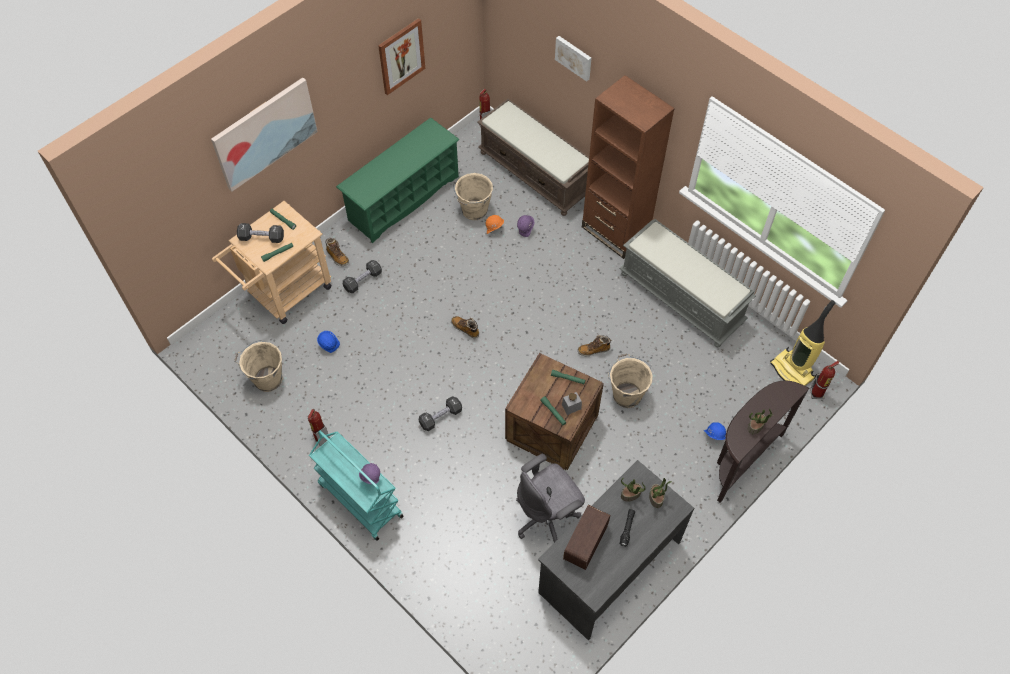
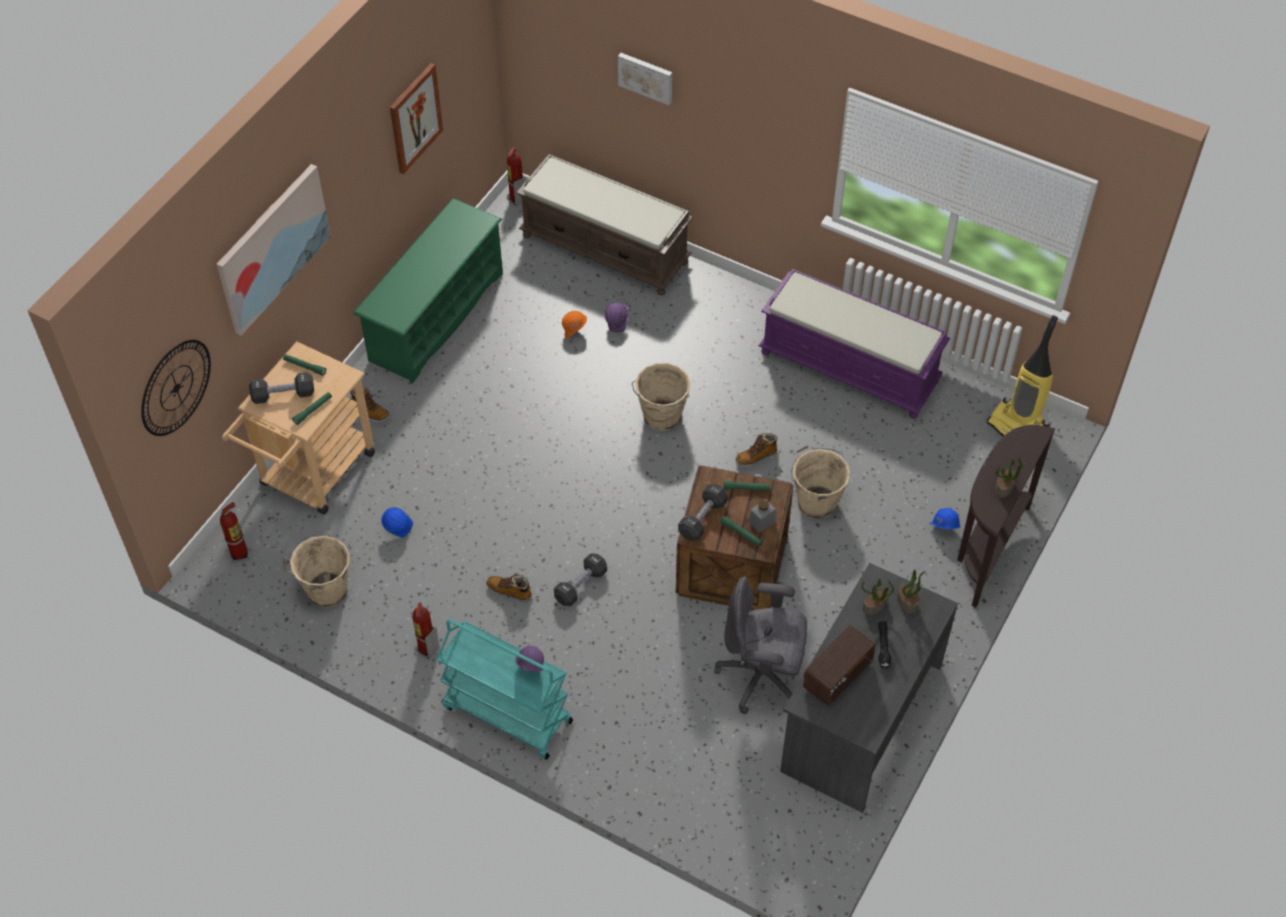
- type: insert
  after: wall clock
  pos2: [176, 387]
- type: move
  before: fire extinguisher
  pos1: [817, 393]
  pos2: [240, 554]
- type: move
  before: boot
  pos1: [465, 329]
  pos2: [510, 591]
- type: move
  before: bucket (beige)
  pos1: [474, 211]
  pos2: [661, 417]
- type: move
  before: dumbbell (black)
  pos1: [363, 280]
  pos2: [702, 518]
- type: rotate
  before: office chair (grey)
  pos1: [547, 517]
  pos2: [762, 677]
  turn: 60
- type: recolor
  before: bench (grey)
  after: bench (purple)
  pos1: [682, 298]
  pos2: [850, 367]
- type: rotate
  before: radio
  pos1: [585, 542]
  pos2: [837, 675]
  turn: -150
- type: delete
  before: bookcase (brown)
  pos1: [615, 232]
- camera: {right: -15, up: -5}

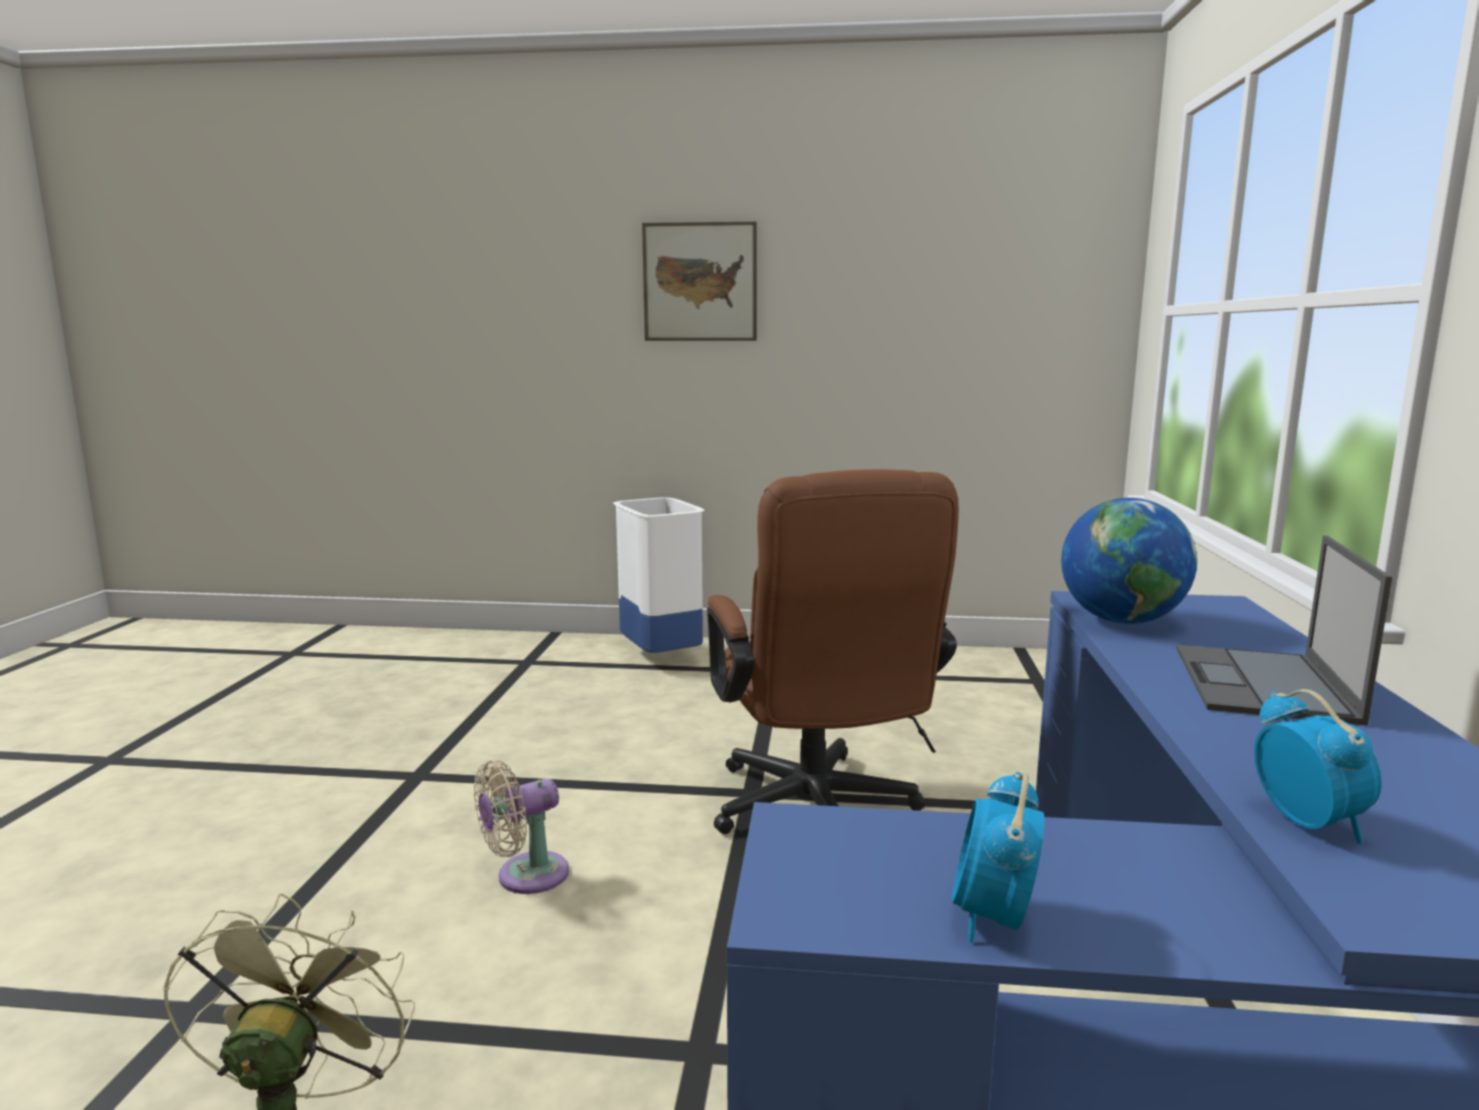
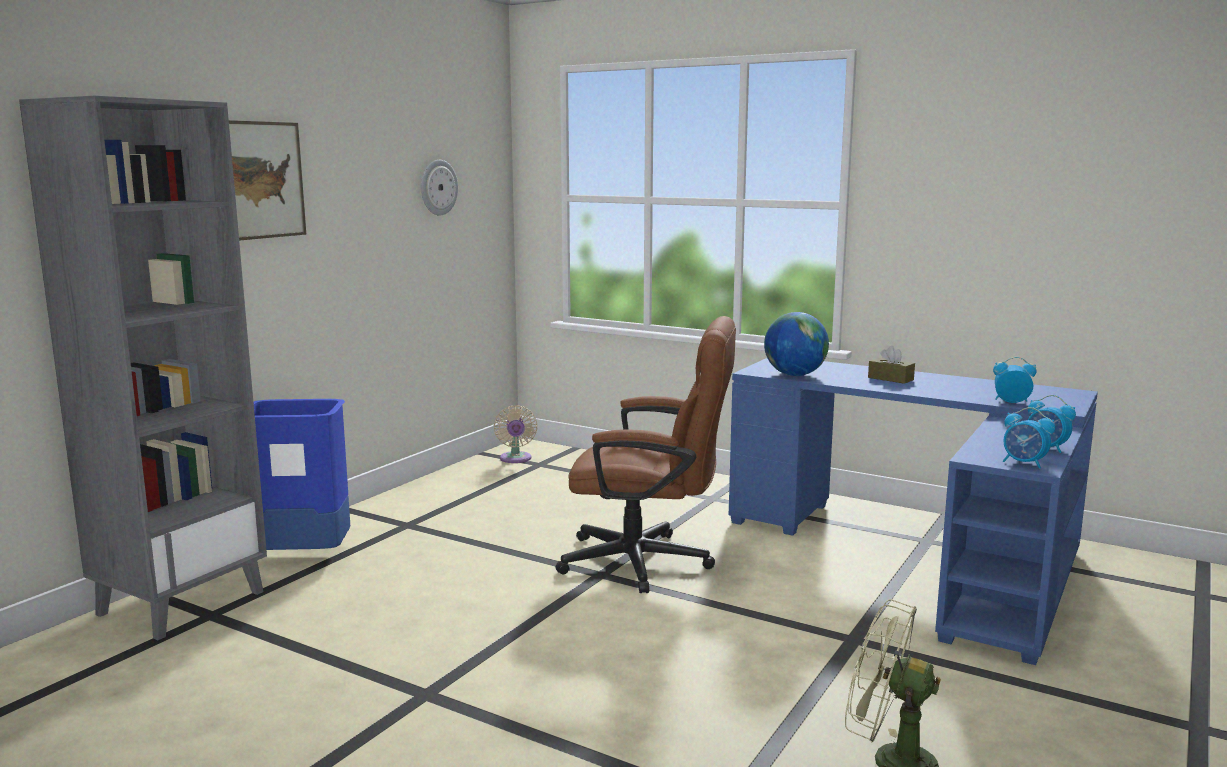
- type: insert
  after: bookcase (grey)
  pos2: [182, 602]
- type: recolor
  before: trash can (white)
  after: trash can (blue)
  pos1: [661, 656]
  pos2: [303, 556]
- type: insert
  after: wall clock
  pos2: [438, 187]
- type: move
  before: fan (beige)
  pos1: [525, 876]
  pos2: [515, 459]
- type: replace
  before: laptop
  after: tissue box (brown)
  pos1: [1264, 685]
  pos2: [890, 379]
- type: insert
  after: alarm clock
  pos2: [1024, 463]
- camera: {right: -65, up: 0}

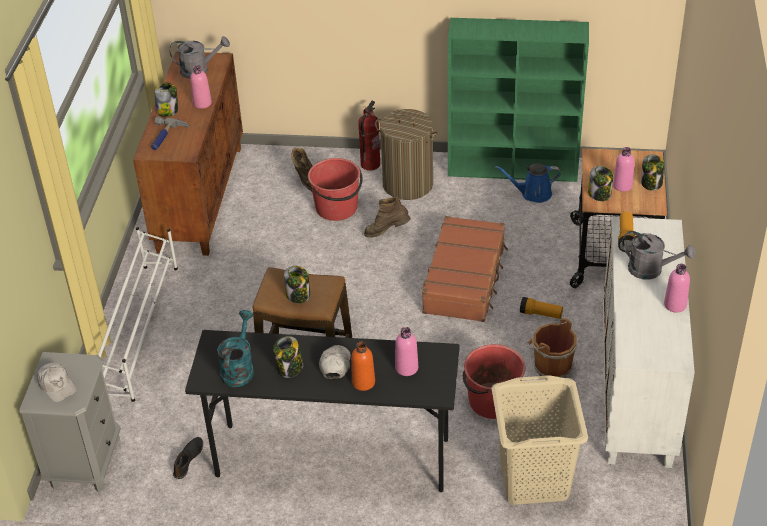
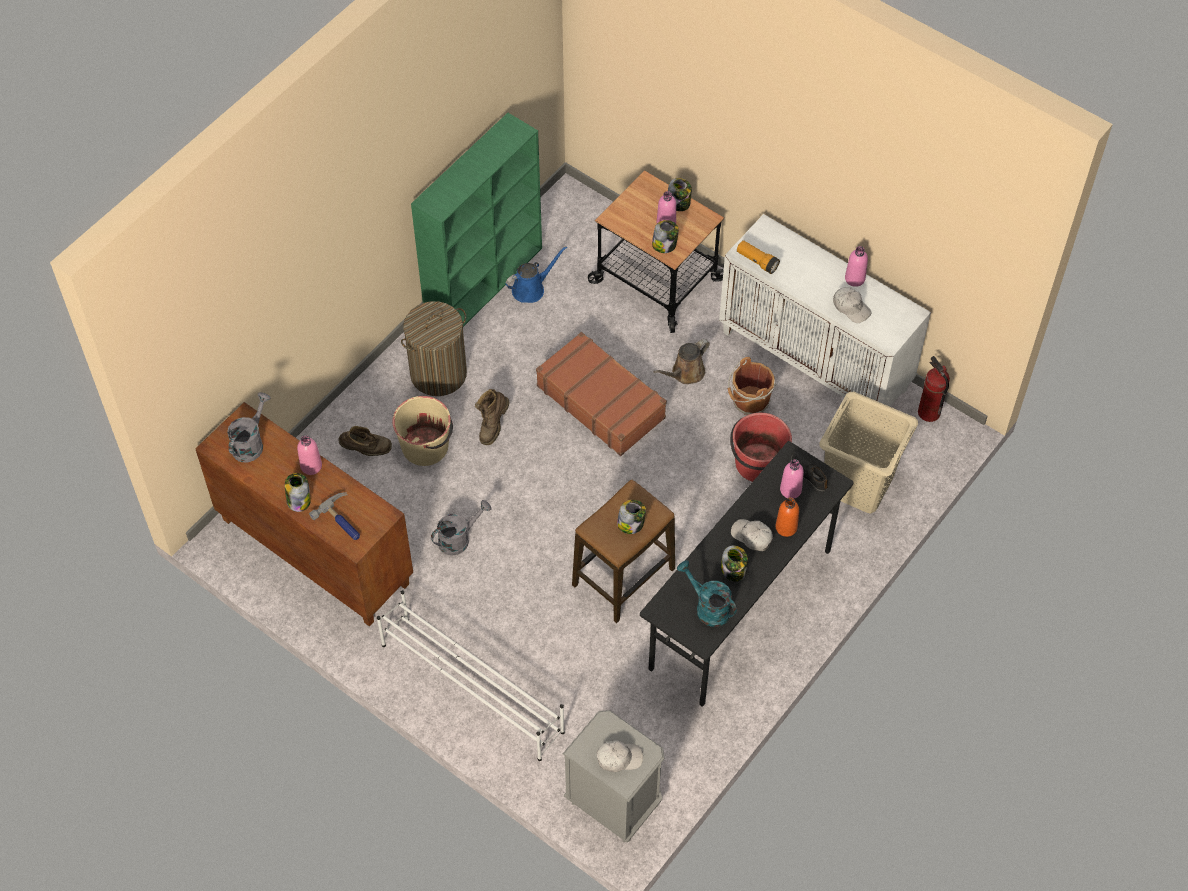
- type: recolor
  before: bucket (red)
  after: bucket (beige)
  pos1: [337, 208]
  pos2: [426, 446]
- type: move
  before: watering can (grey)
  pos1: [651, 270]
  pos2: [459, 538]
- type: rotate
  before: watering can (blue)
  pos1: [533, 194]
  pos2: [531, 289]
  turn: -150
- type: replace
  before: flashlight
  after: watering can (brown)
  pos1: [540, 314]
  pos2: [685, 373]
- type: move
  before: shoe (black)
  pos1: [188, 460]
  pos2: [808, 473]
- type: insert
  after: cap (white)
  pos2: [851, 307]
- type: move
  before: fire extinguisher
  pos1: [370, 164]
  pos2: [928, 412]
- camera: {right: -60, up: 15}

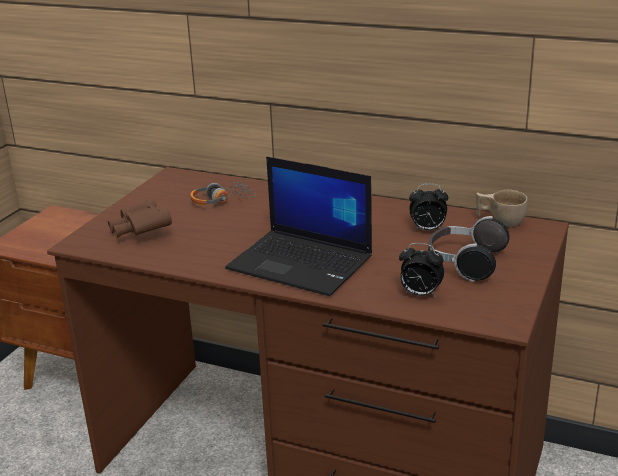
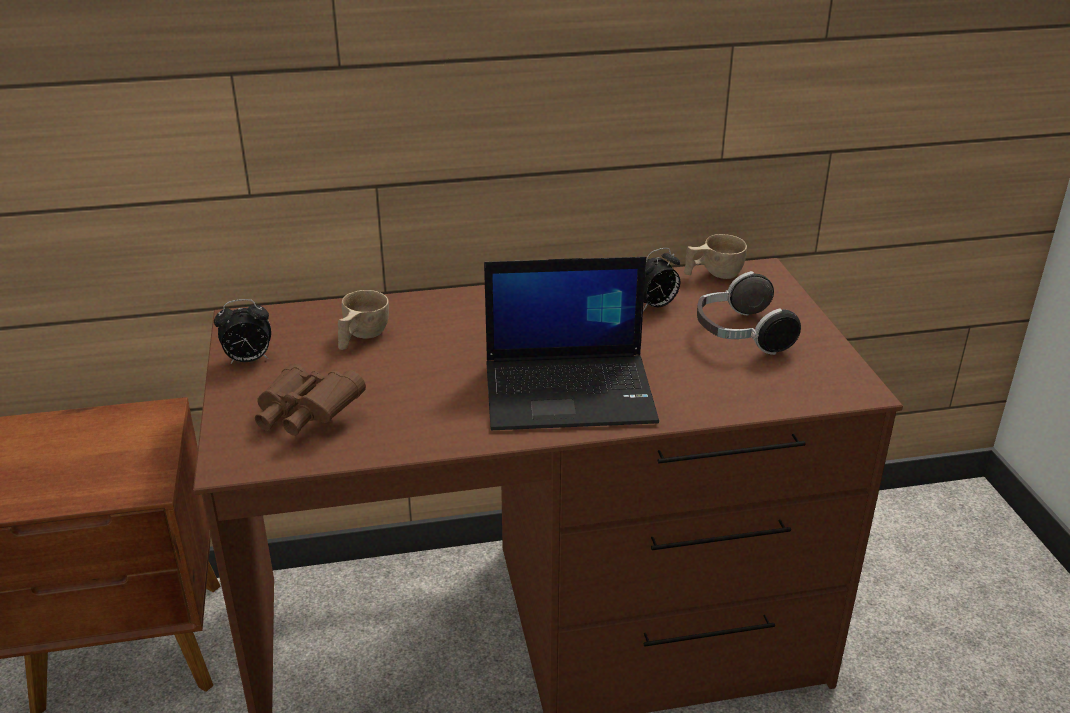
- type: move
  before: alarm clock
  pos1: [420, 294]
  pos2: [248, 360]
- type: replace
  before: headphones
  after: cup (beige)
  pos1: [222, 200]
  pos2: [361, 337]
- camera: {right: -35, up: 5}

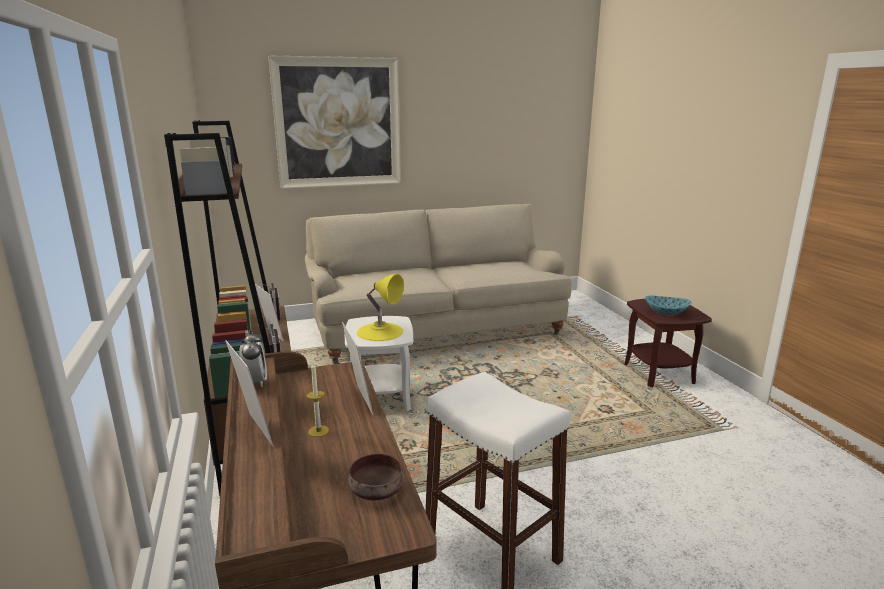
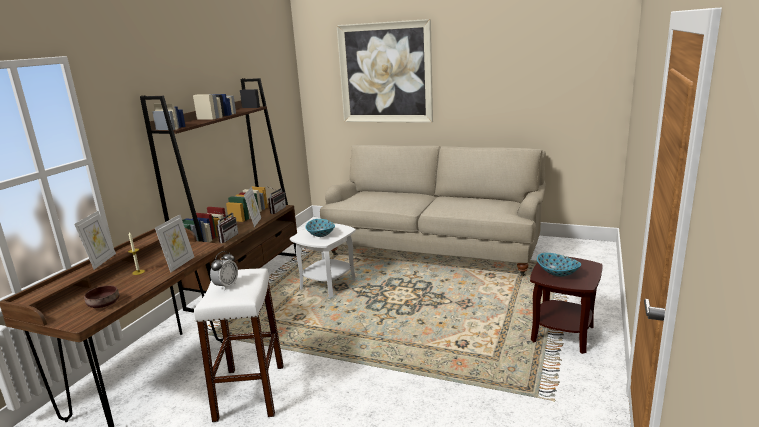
- type: move
  before: alarm clock
  pos1: [255, 382]
  pos2: [226, 286]
- type: replace
  before: table lamp (yellow)
  after: bowl
  pos1: [380, 331]
  pos2: [321, 234]
- camera: {right: 40, up: 0}

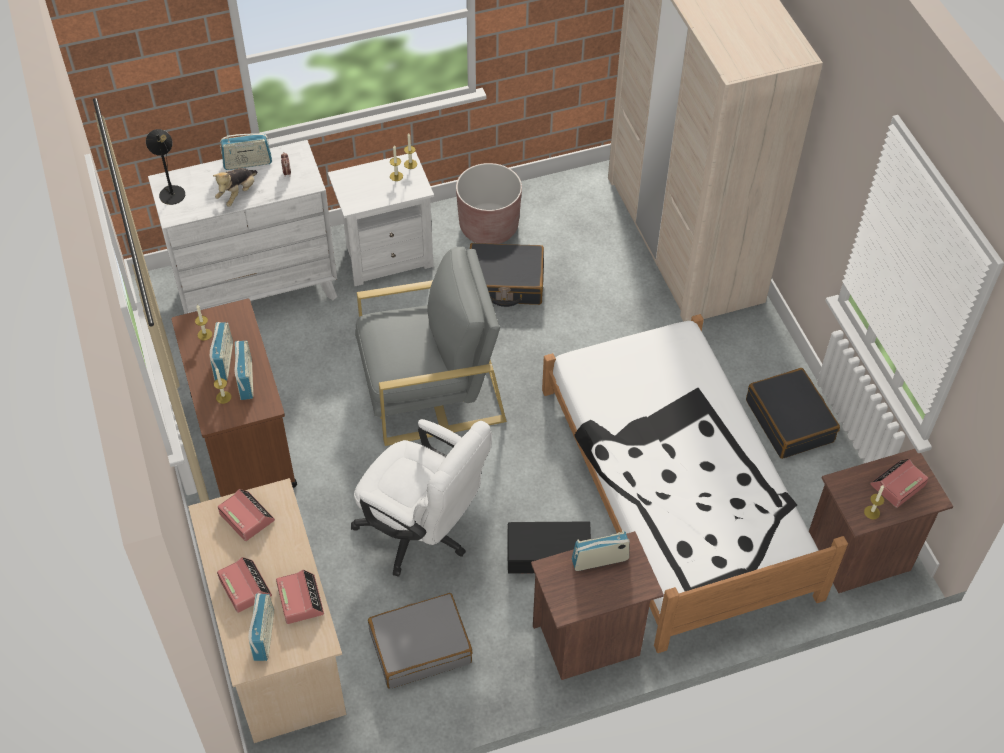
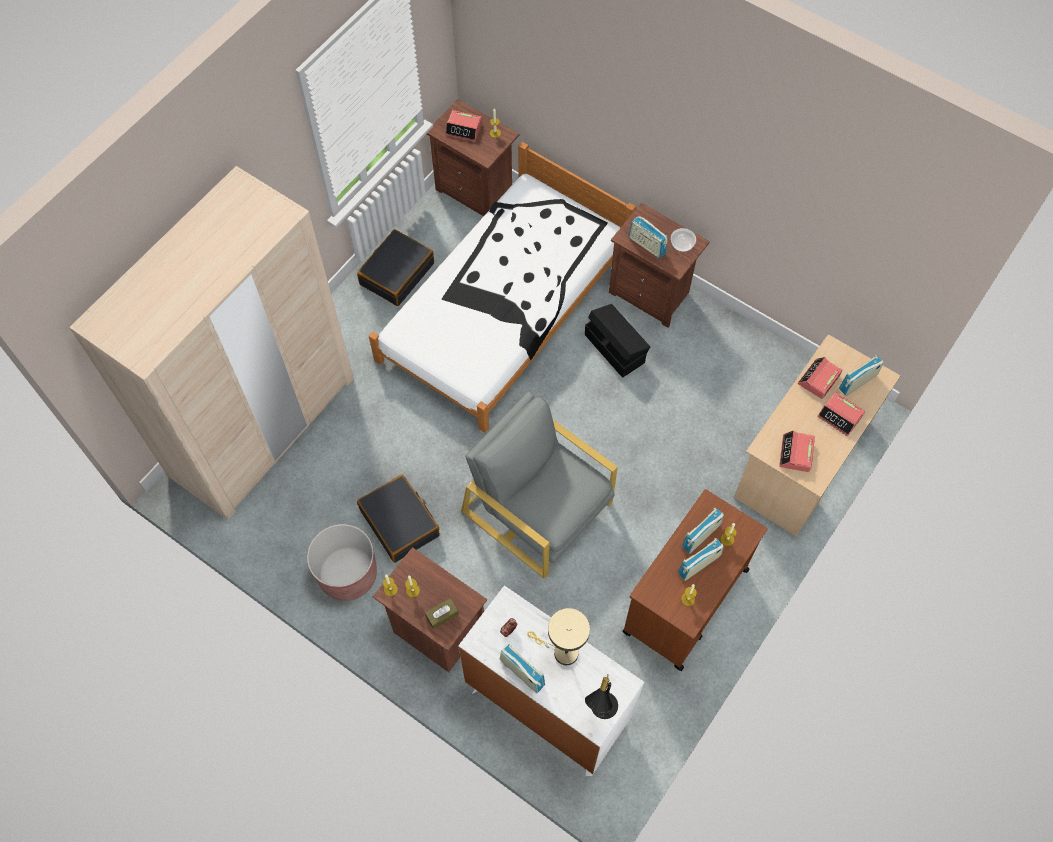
- type: recolor
  before: nightstand (white)
  after: nightstand (brown)
  pos1: [387, 256]
  pos2: [436, 631]
- type: insert
  after: tissue box (brown)
  pos2: [442, 615]
- type: replace
  before: plush toy
  after: table lamp (beige)
  pos1: [238, 194]
  pos2: [561, 651]
- type: insert
  after: bowl
  pos2: [682, 244]
- type: rotate
  before: alarm clock
  pos1: [245, 587]
  pos2: [840, 416]
  turn: -75
- type: delete
  before: office chair (white)
  pos1: [422, 533]
- type: delete
  before: suitcase (grey)
  pos1: [420, 647]
- camera: {right: -125, up: 10}

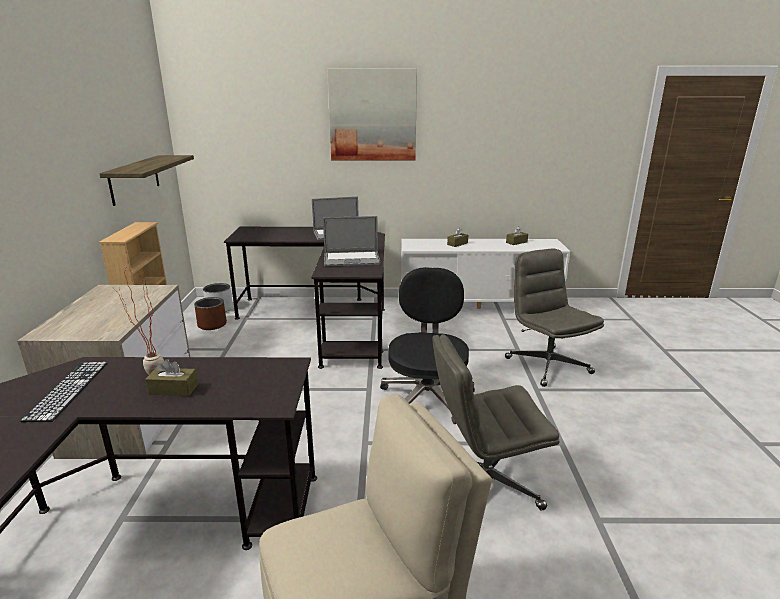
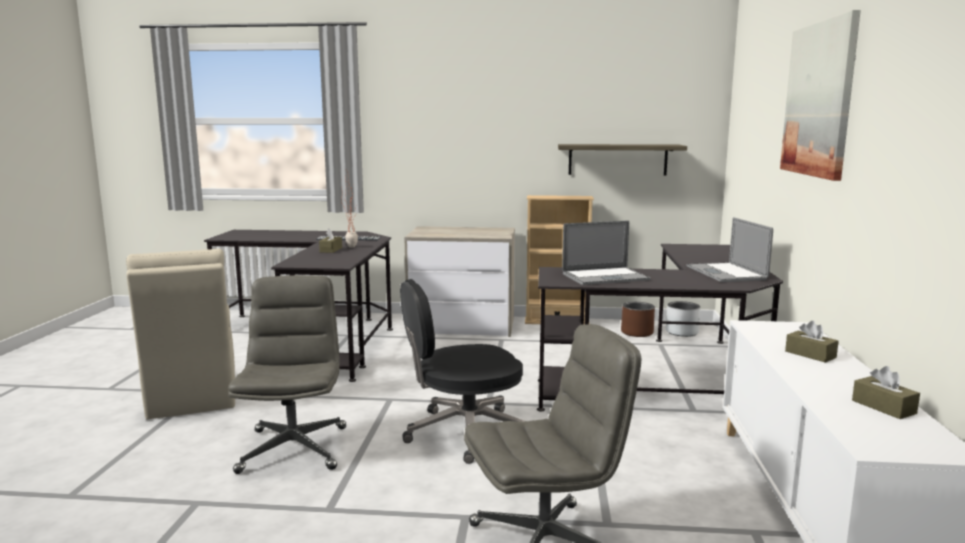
- type: rotate
  before: office chair (black)
  pos1: [427, 397]
  pos2: [464, 433]
  turn: 150
- type: rotate
  before: laptop
  pos1: [351, 259]
  pos2: [605, 277]
  turn: -105
- camera: {right: 95, up: -10}

